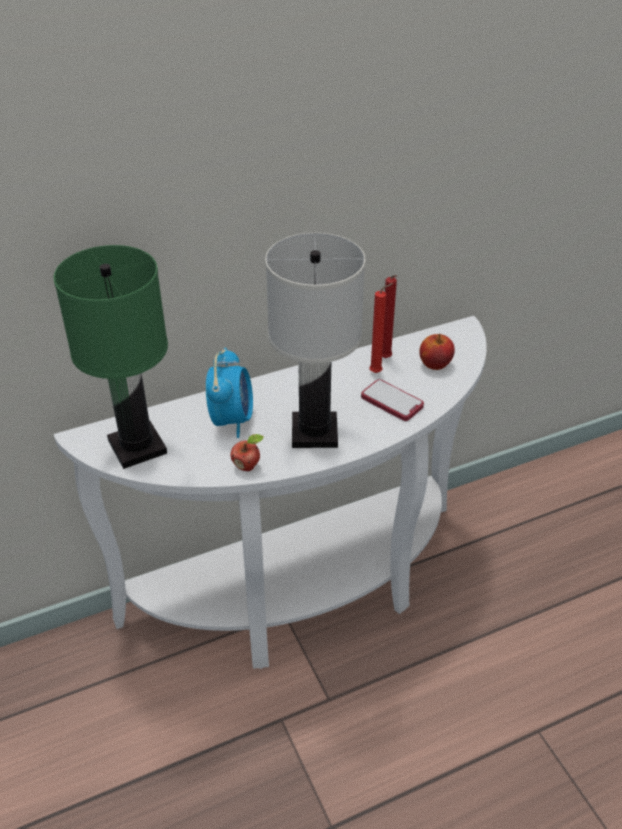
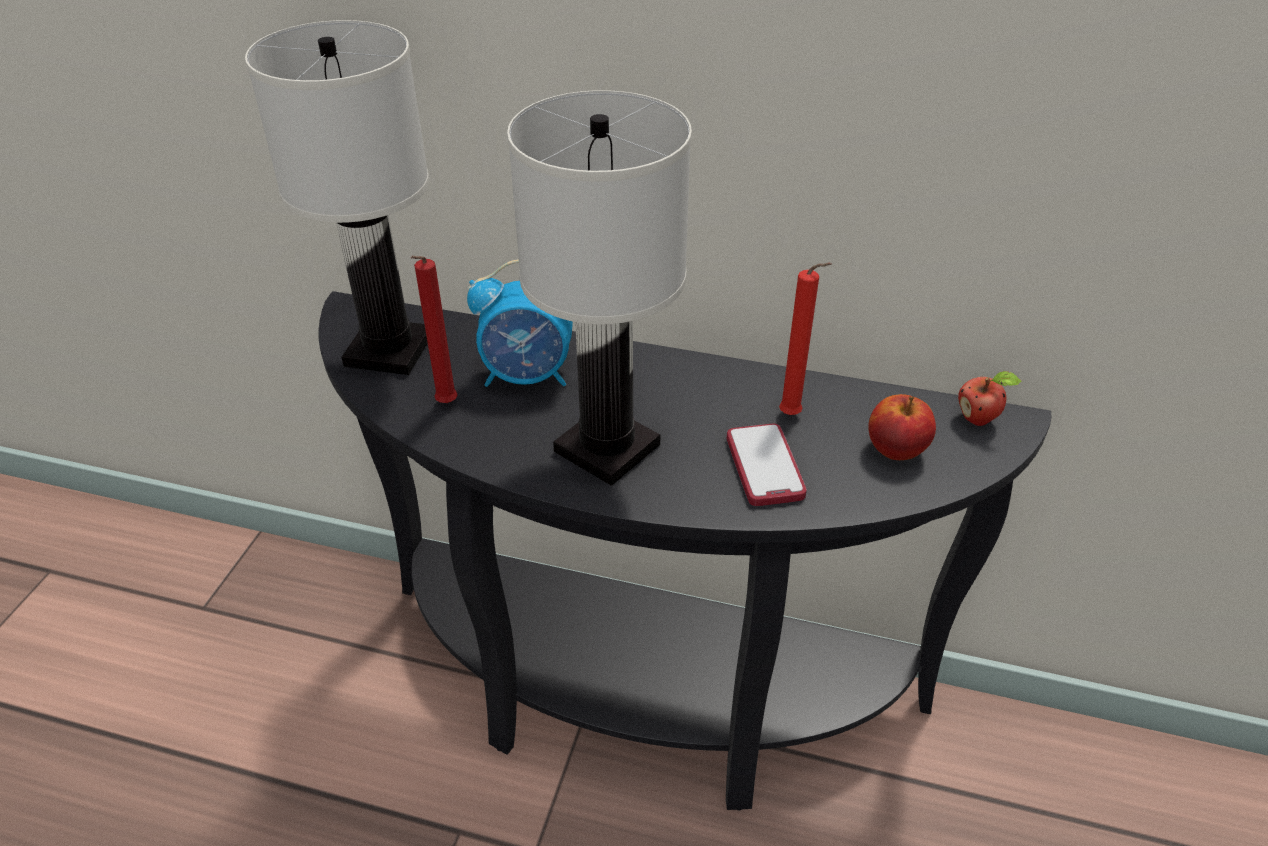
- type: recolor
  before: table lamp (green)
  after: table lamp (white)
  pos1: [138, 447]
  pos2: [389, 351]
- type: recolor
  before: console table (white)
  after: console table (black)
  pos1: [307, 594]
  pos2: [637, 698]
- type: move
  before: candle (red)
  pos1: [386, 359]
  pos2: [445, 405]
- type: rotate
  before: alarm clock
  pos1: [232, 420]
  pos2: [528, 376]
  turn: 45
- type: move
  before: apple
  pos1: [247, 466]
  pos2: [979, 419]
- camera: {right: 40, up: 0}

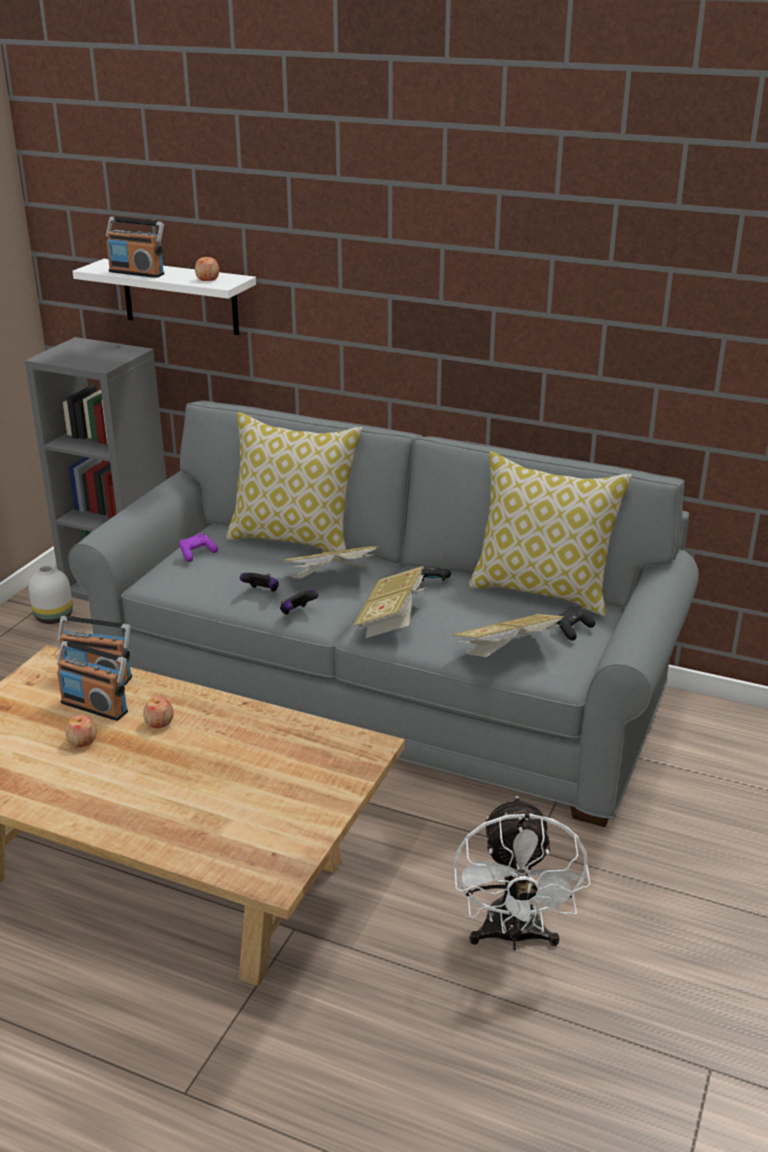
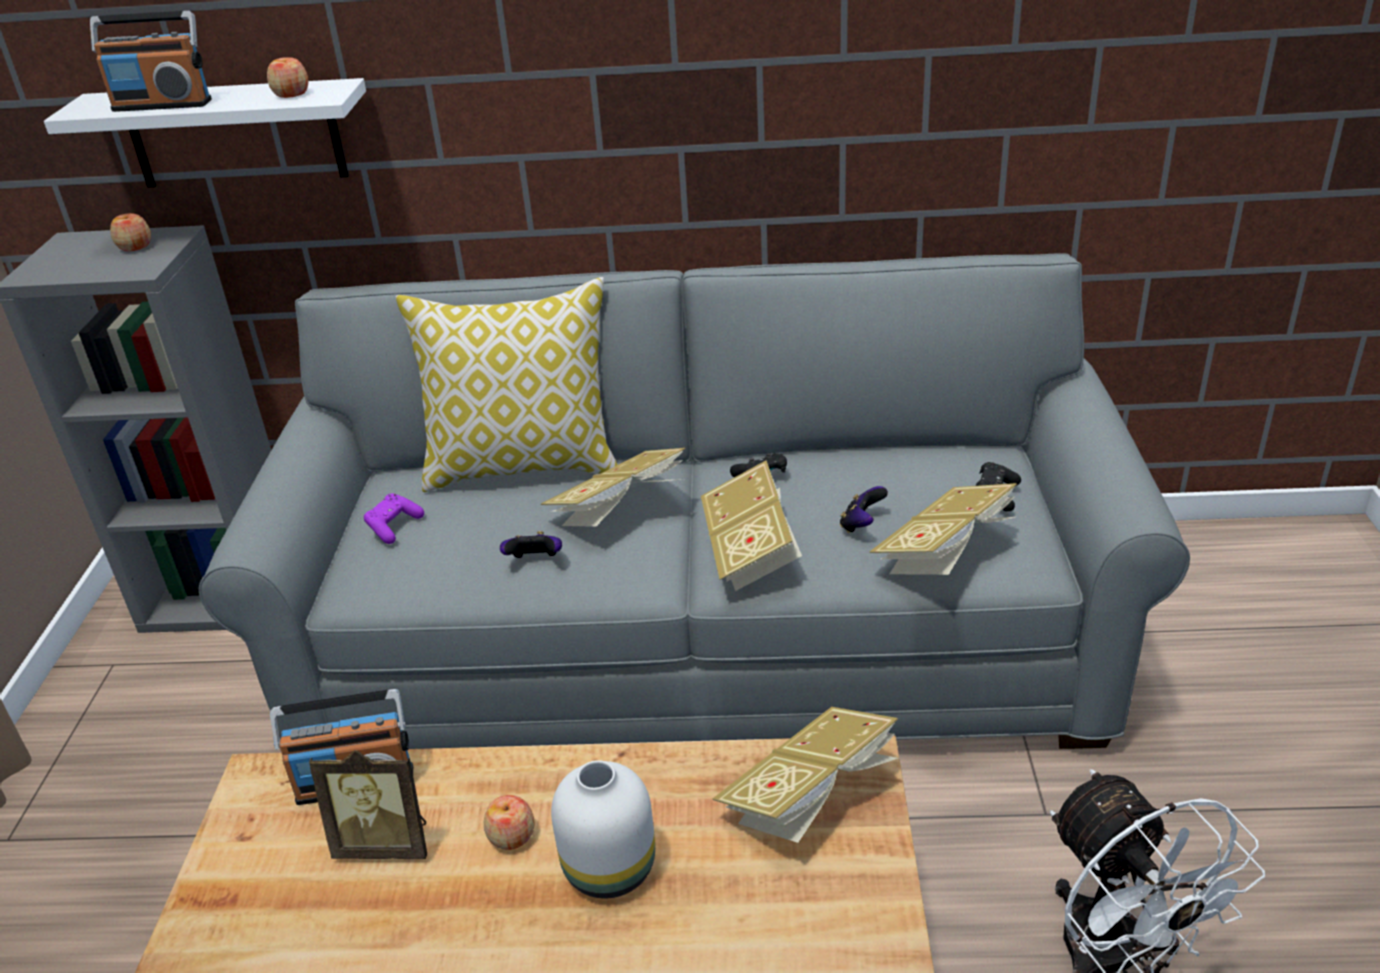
- type: move
  before: apple
  pos1: [82, 741]
  pos2: [135, 247]
- type: replace
  before: radio
  after: picture frame
  pos1: [95, 706]
  pos2: [386, 843]
- type: move
  before: vase (white)
  pos1: [54, 618]
  pos2: [612, 869]
- type: insert
  after: book
  pos2: [810, 799]
- type: move
  before: game controller
  pos1: [297, 613]
  pos2: [861, 525]
- type: delete
  before: pillow
  pos1: [542, 591]
- camera: {right: -20, up: 5}

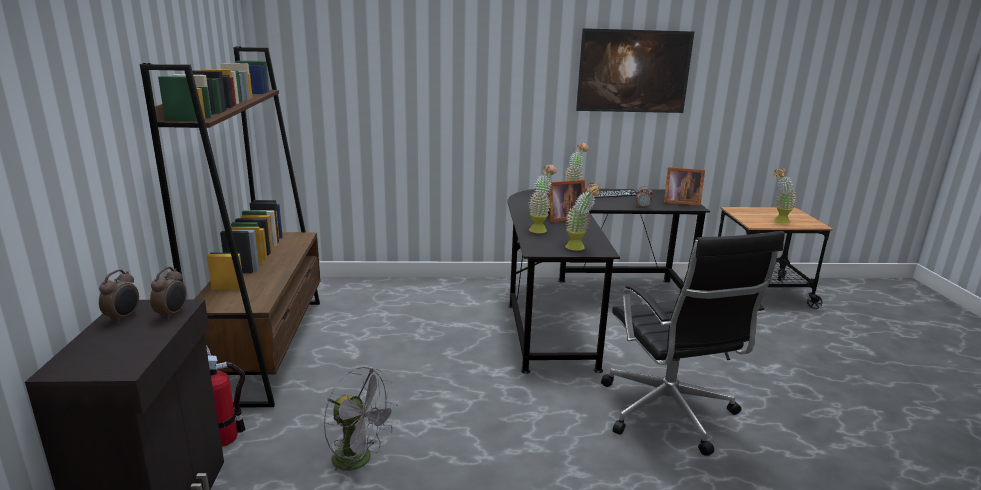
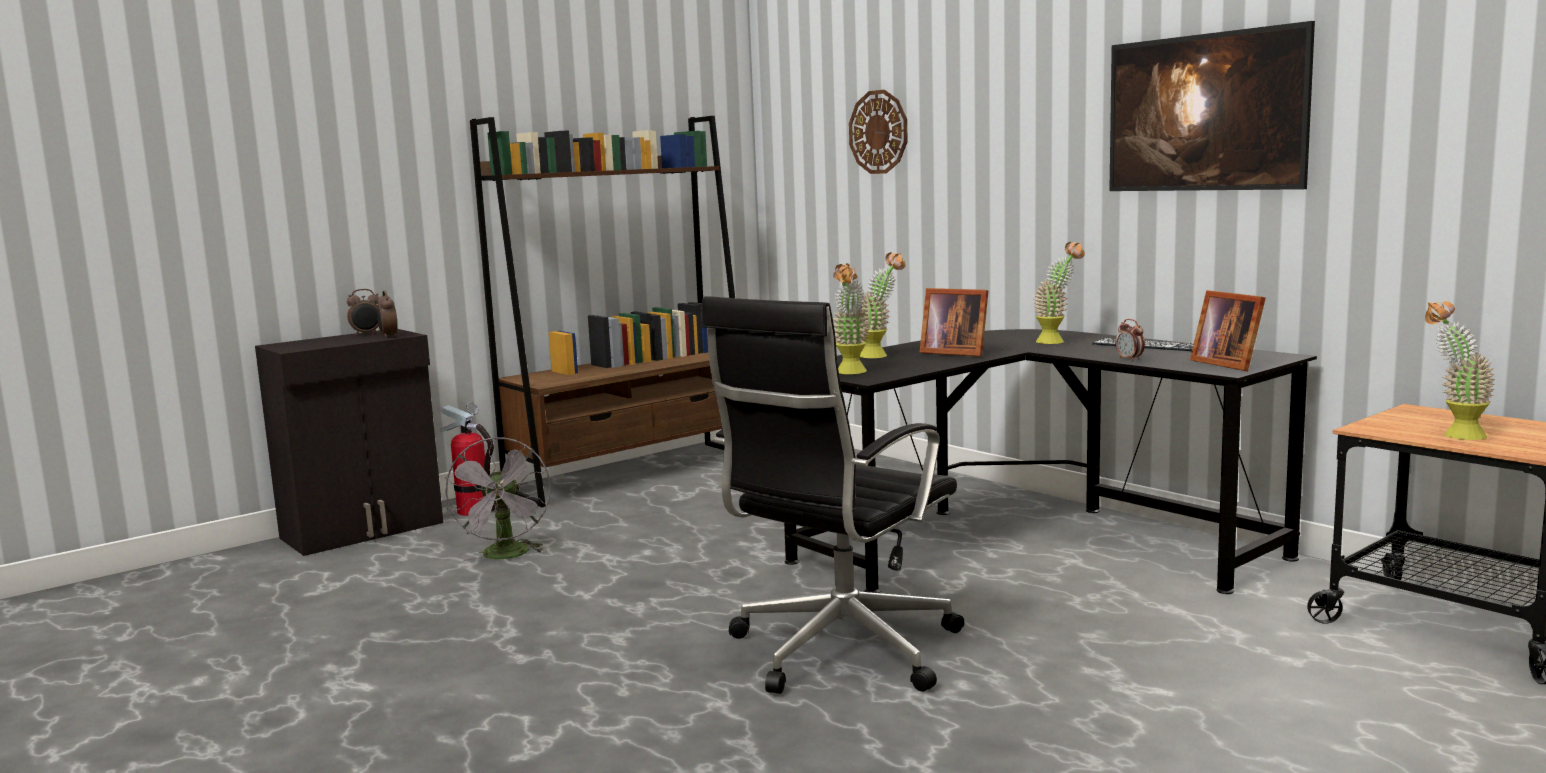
- type: rotate
  before: alarm clock
  pos1: [173, 314]
  pos2: [388, 337]
  turn: 90
- type: insert
  after: wall clock
  pos2: [878, 132]
- camera: {right: 55, up: -10}

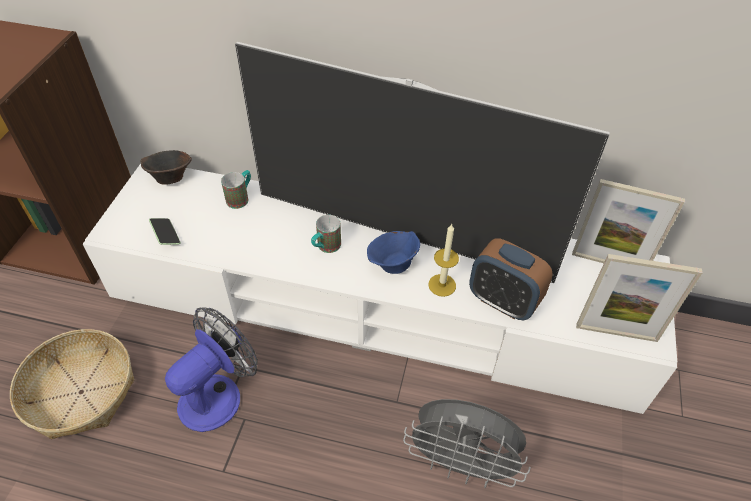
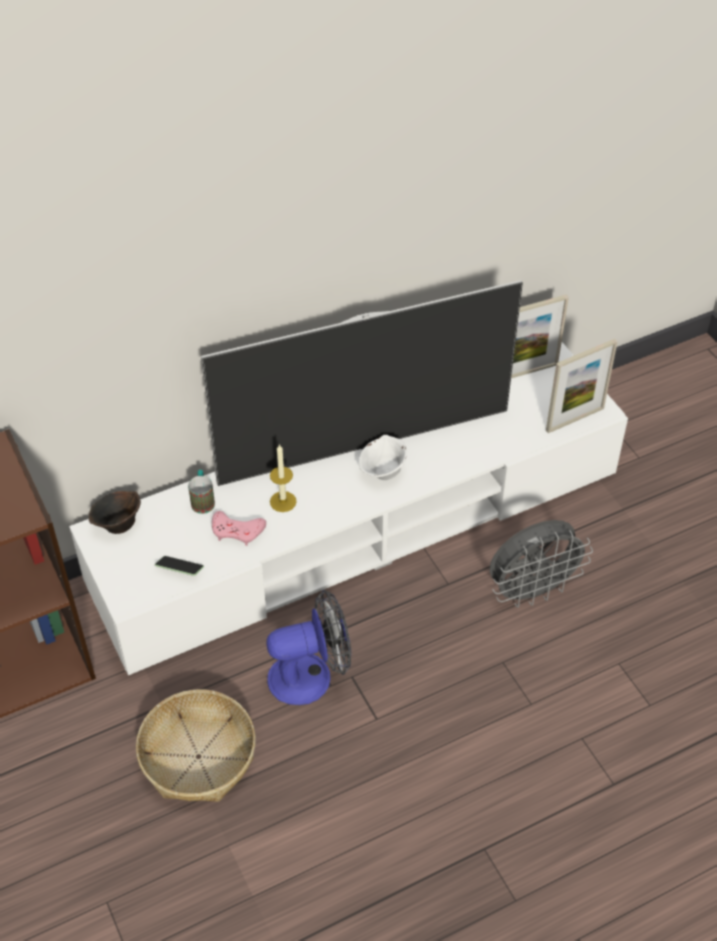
- type: insert
  after: game controller (pink)
  pos2: [237, 531]
- type: rotate
  before: fan
  pos1: [218, 393]
  pos2: [311, 675]
  turn: 75
- type: move
  before: candle
  pos1: [442, 285]
  pos2: [283, 501]
- type: recolor
  before: bowl (blue)
  after: bowl (white)
  pos1: [392, 264]
  pos2: [383, 472]
- type: delete
  before: mug
  pos1: [325, 247]
- type: delete
  before: alarm clock
  pos1: [503, 301]
- camera: {right: -40, up: 0}

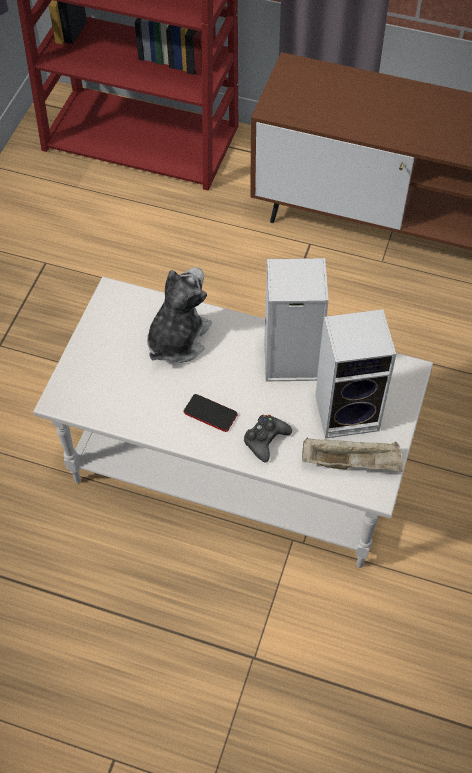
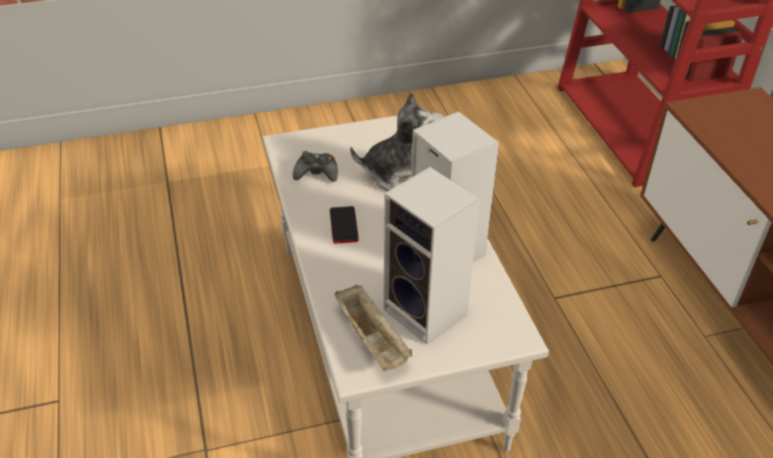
- type: move
  before: game controller (black)
  pos1: [265, 440]
  pos2: [316, 173]
- camera: {right: 55, up: -15}

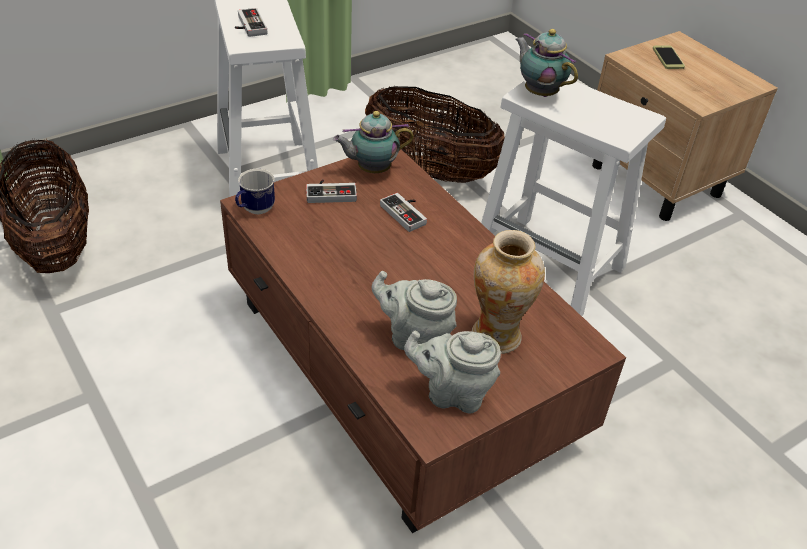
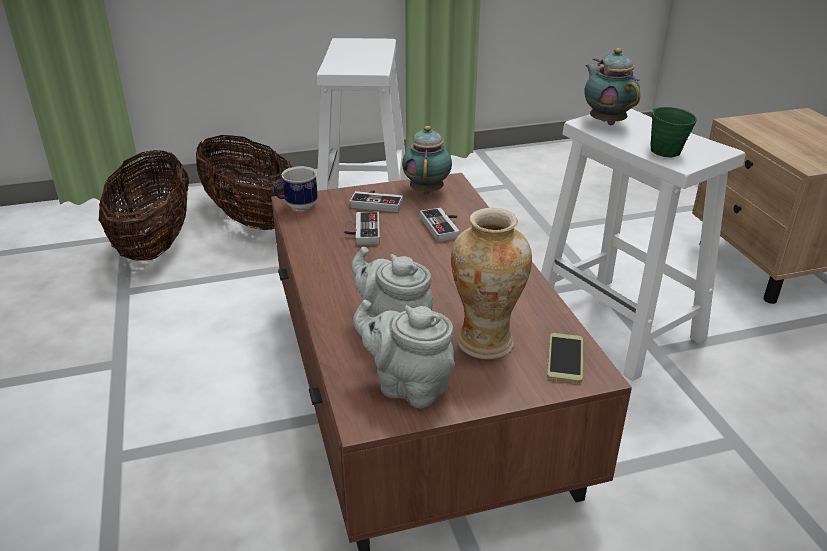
- type: move
  before: basket
  pos1: [430, 170]
  pos2: [251, 219]
- type: move
  before: game controller
  pos1: [248, 26]
  pos2: [362, 231]
- type: rotate
  before: teapot
  pos1: [371, 169]
  pos2: [427, 190]
  turn: 90
- type: move
  before: phone
  pos1: [668, 58]
  pos2: [565, 358]
- type: insert
  after: mug (green)
  pos2: [664, 150]
- camera: {right: 20, up: -10}

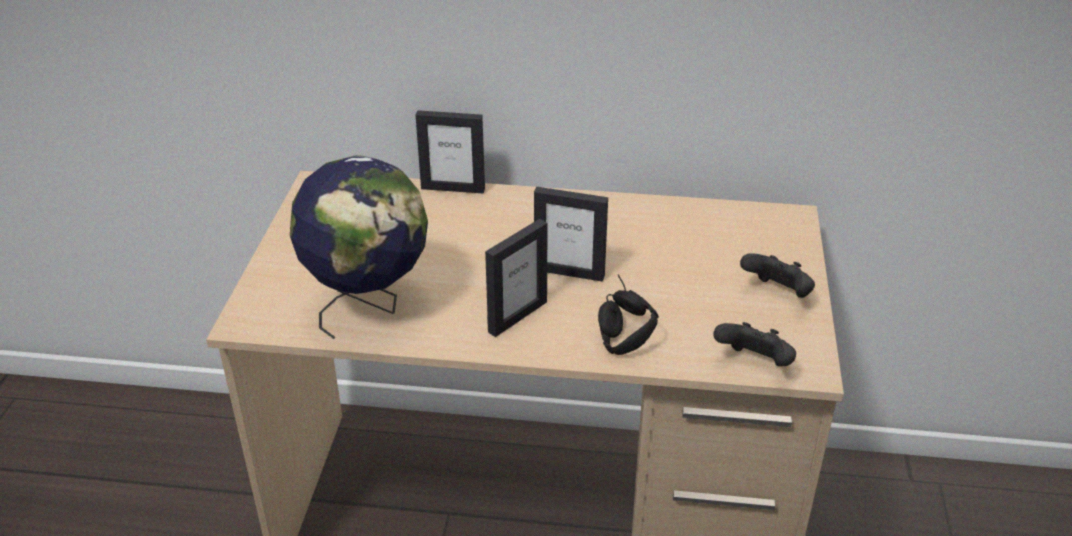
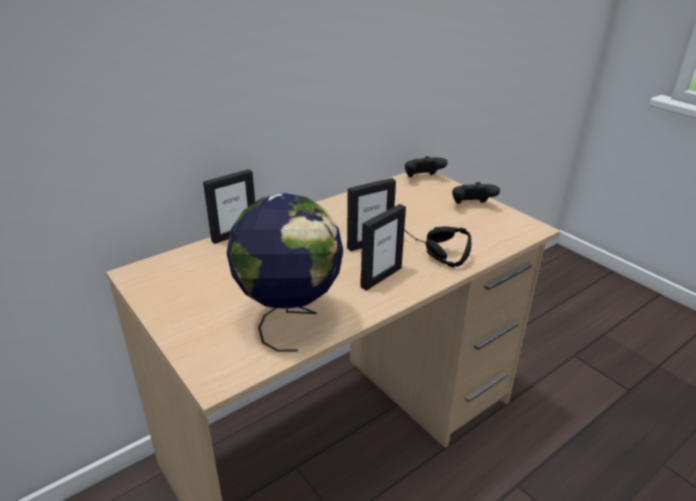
- type: rotate
  before: picture frame
  pos1: [517, 316]
  pos2: [381, 277]
  turn: 45
- type: move
  before: game controller (black)
  pos1: [754, 364]
  pos2: [422, 178]
- camera: {right: -45, up: -5}

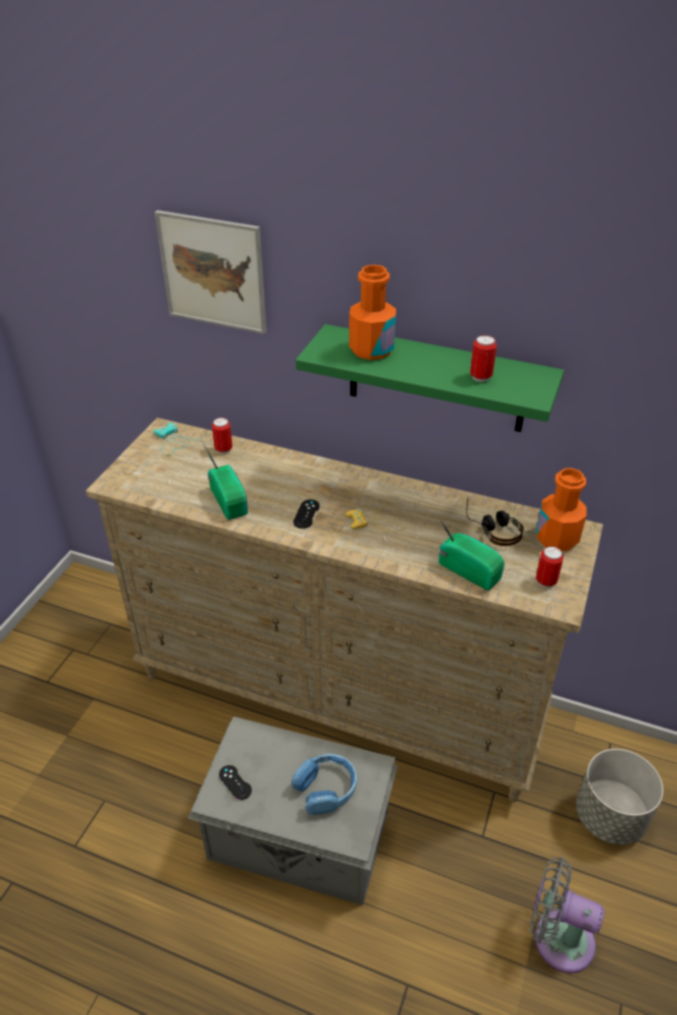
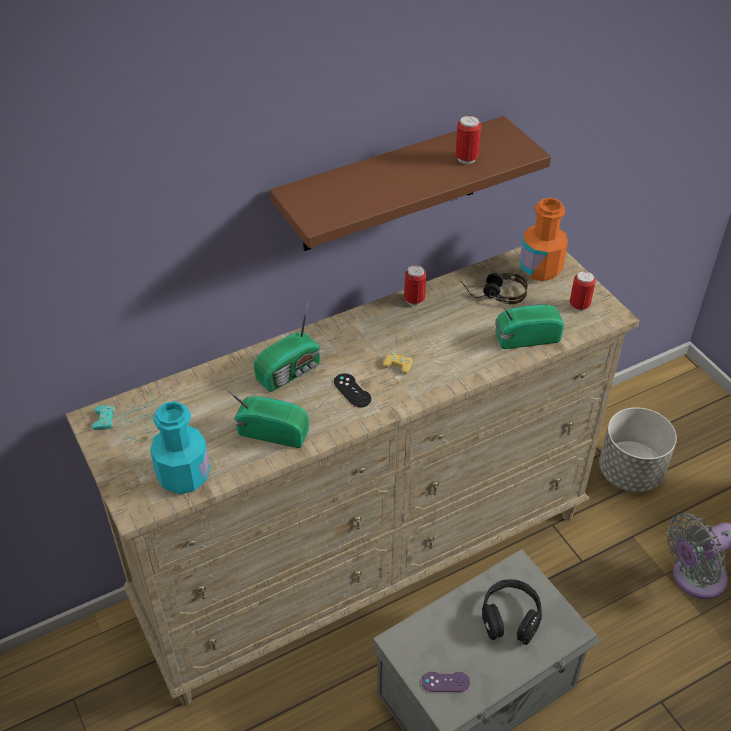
- type: insert
  after: bottle (turquoise)
  pos2: [184, 475]
- type: insert
  after: radio
  pos2: [291, 372]
- type: recolor
  before: shelf (green)
  after: shelf (brown)
  pos1: [436, 379]
  pos2: [391, 186]
- type: move
  before: can
  pos1: [223, 449]
  pos2: [414, 300]
- type: recolor
  before: game controller (black)
  after: game controller (purple)
  pos1: [235, 782]
  pos2: [445, 682]
- type: recolor
  before: headphones (blue)
  after: headphones (black)
  pos1: [326, 789]
  pos2: [510, 617]
- type: delete
  before: picture
  pos1: [213, 272]
- type: delete
  before: bottle (orange)
  pos1: [371, 349]
- camera: {right: -50, up: 5}

